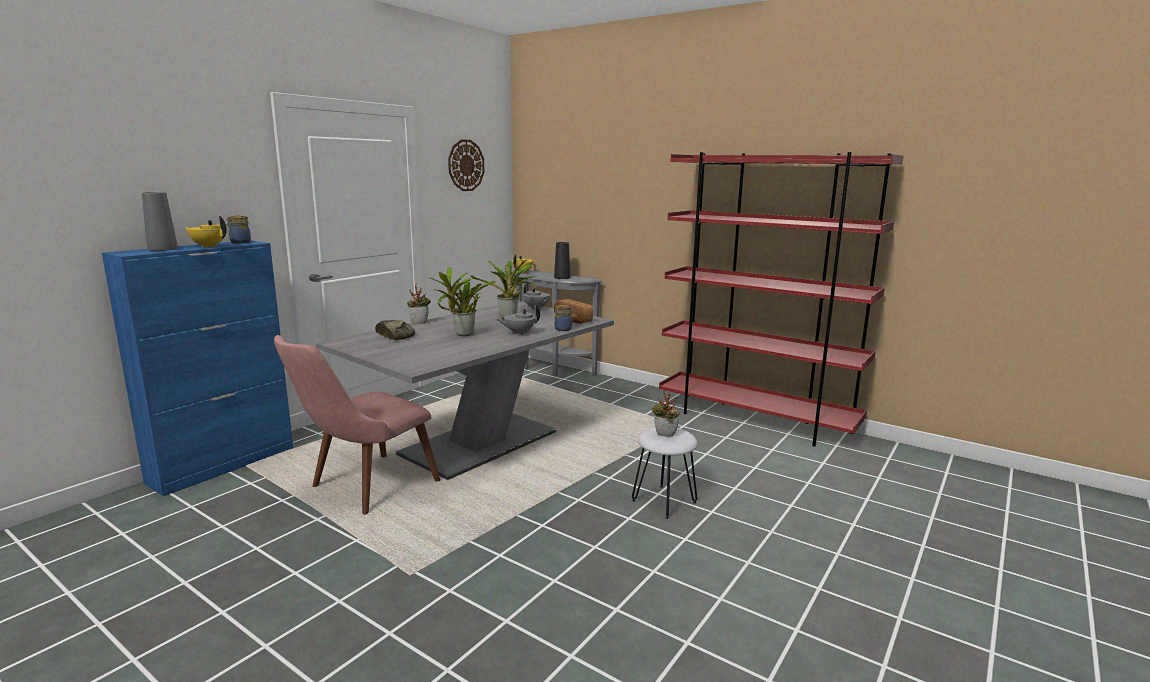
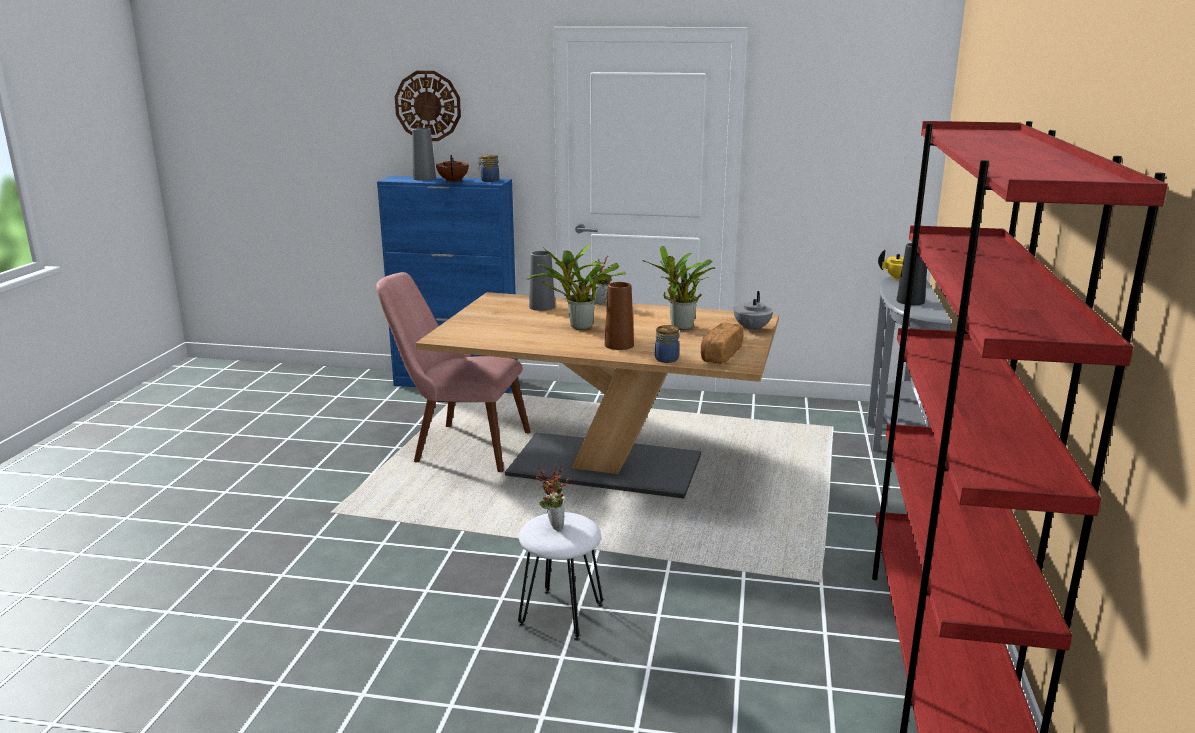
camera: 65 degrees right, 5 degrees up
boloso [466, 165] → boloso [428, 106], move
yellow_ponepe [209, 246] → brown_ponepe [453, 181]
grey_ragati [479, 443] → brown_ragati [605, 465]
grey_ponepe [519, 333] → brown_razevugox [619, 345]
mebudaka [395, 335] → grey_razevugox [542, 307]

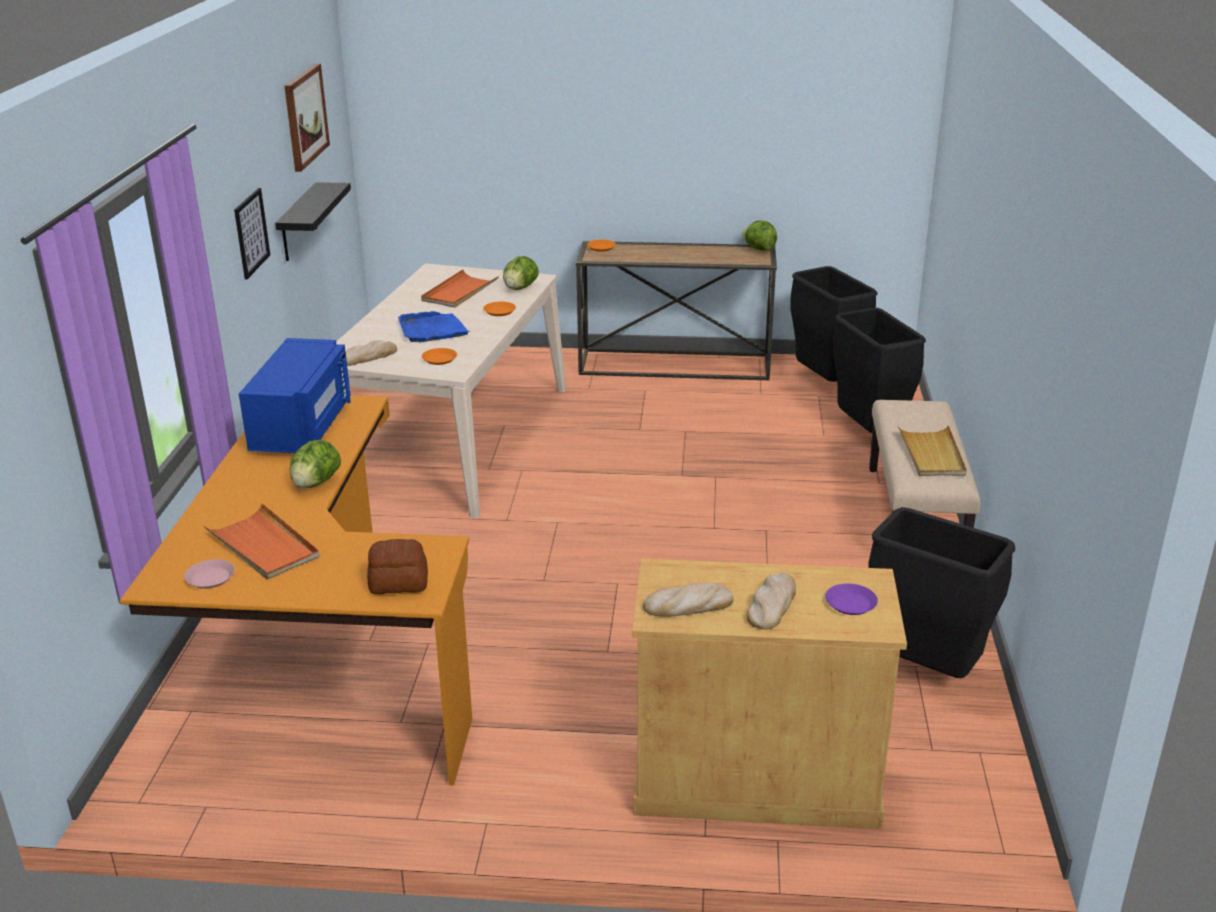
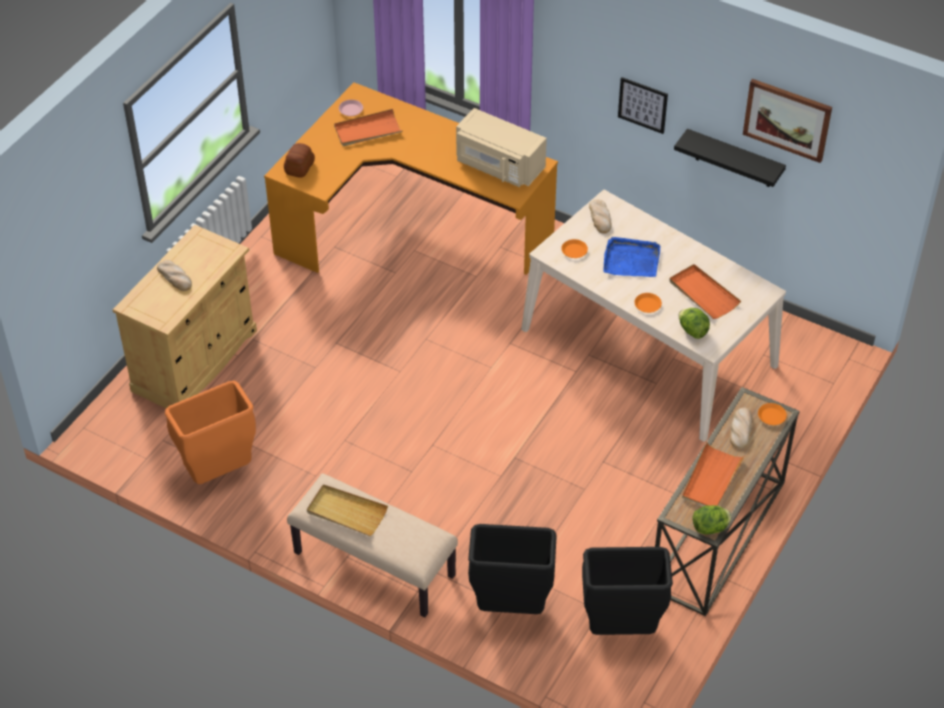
camera: 115 degrees right, 20 degrees up
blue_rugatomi [303, 426] → beige_rugatomi [498, 166]
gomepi [316, 483] → -
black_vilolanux [924, 672] → orange_vilolanux [219, 472]
mebudaka [688, 605] → mebudaka [740, 429], move
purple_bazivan [850, 604] → -
- → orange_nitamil [711, 479]

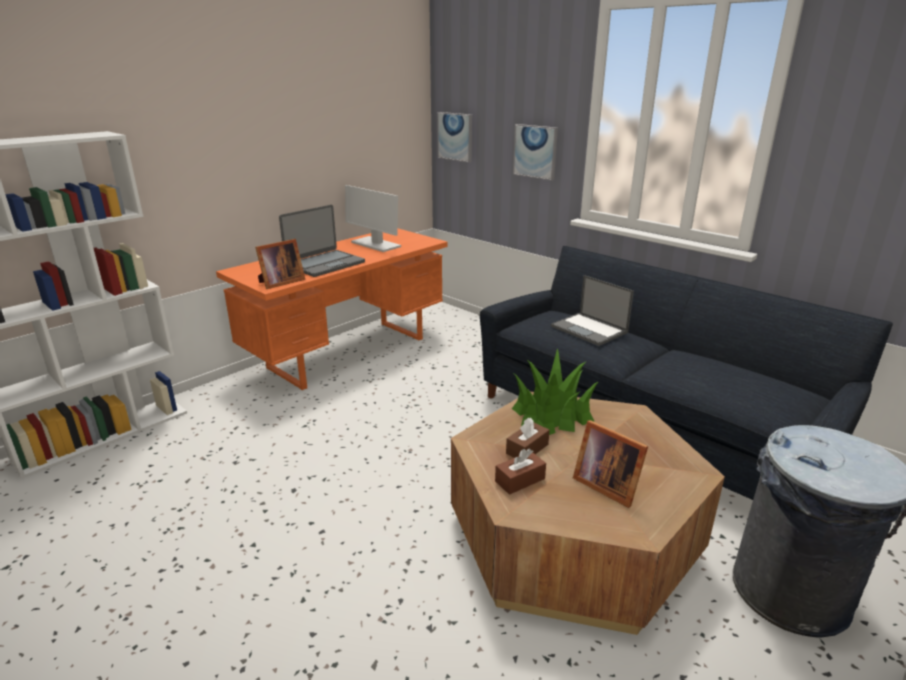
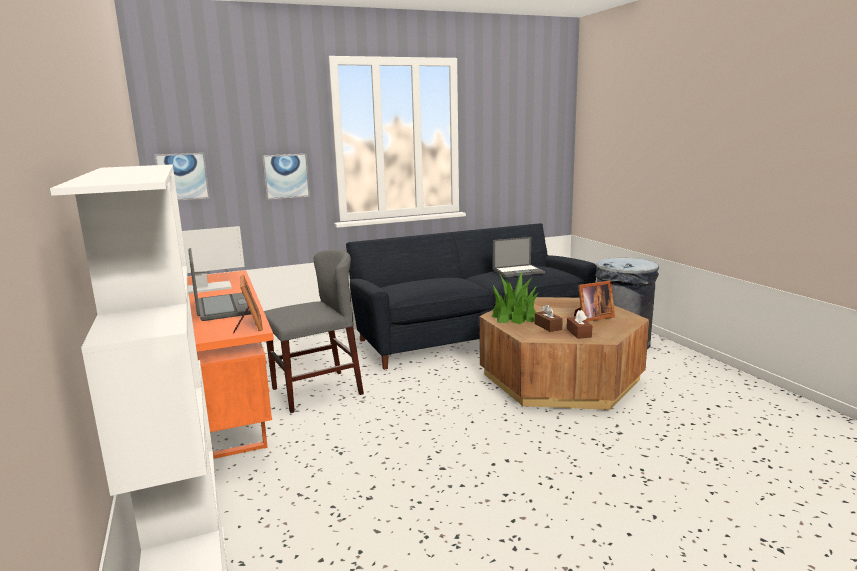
camera: 65 degrees left, 10 degrees down
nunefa [590, 329] → nunefa [519, 271], move
- → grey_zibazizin [317, 391]

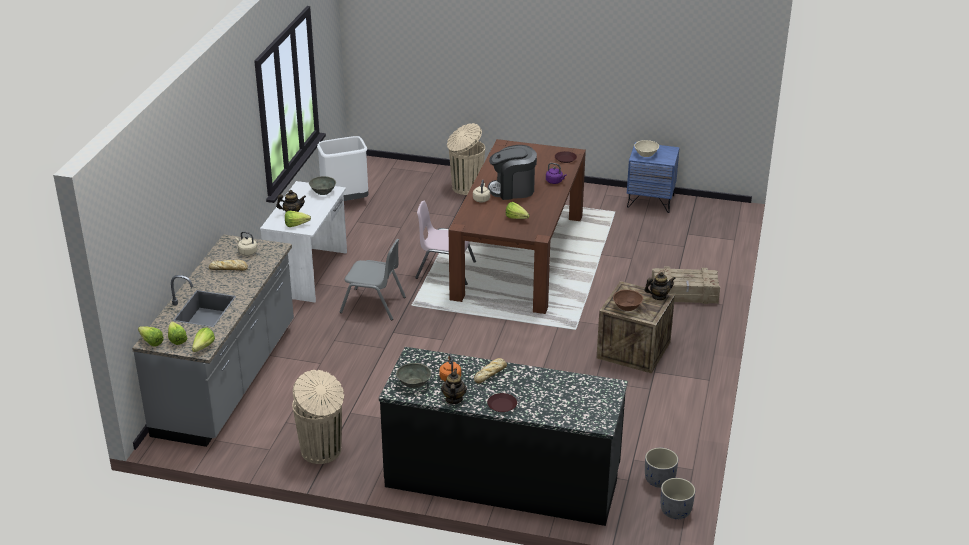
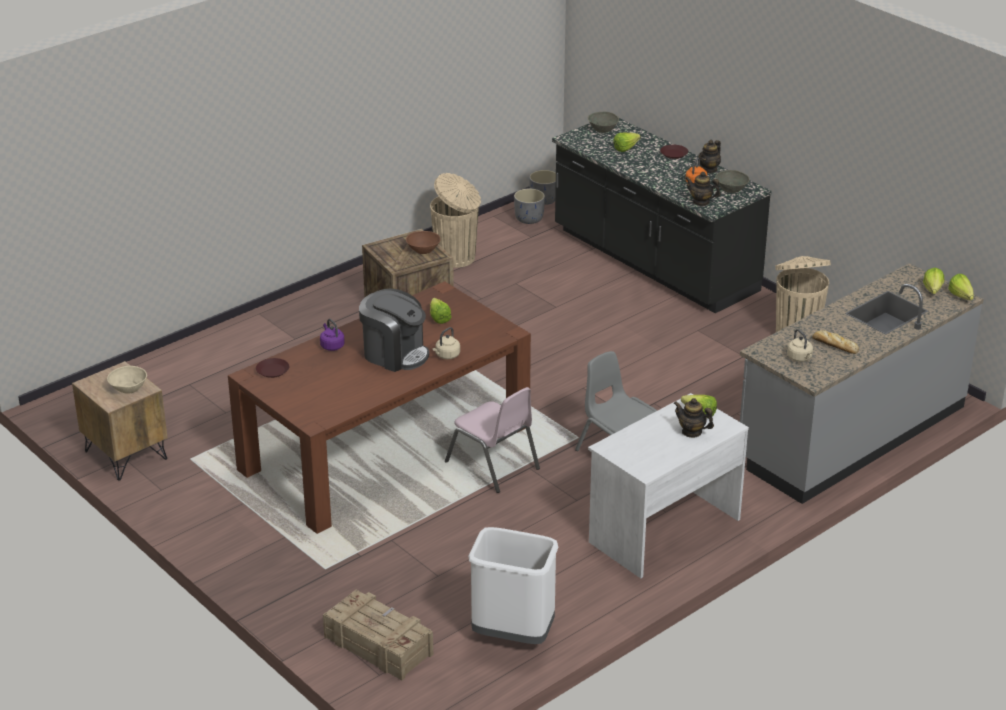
camera: 145 degrees left, 0 degrees up
beige_vilolanux [466, 187] → beige_vilolanux [456, 258], move
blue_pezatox [650, 201] → brown_pezatox [125, 455]
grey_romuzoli [322, 192] → grey_romuzoli [603, 129], move
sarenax [684, 294] → sarenax [378, 645], move
ponepe [659, 296] → ponepe [701, 202], move
gomepi [201, 349] → gomepi [628, 148], move
mebudaka [491, 373] → -

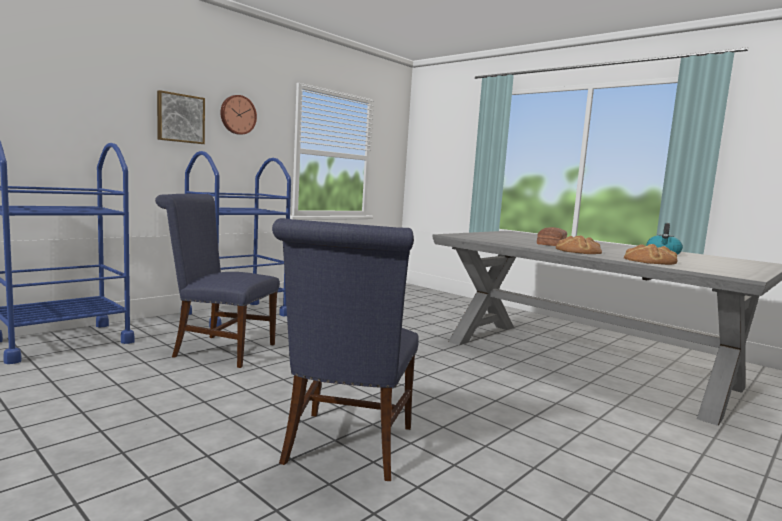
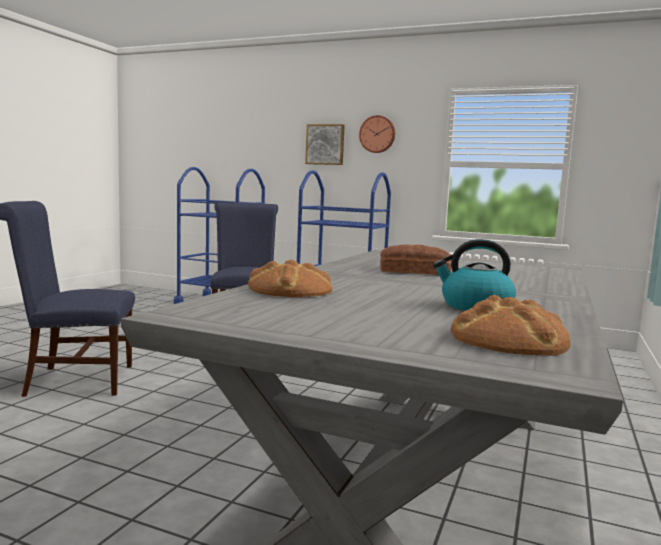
camera: 70 degrees right, 0 degrees up
mebudaka [578, 251] → mebudaka [508, 339], move

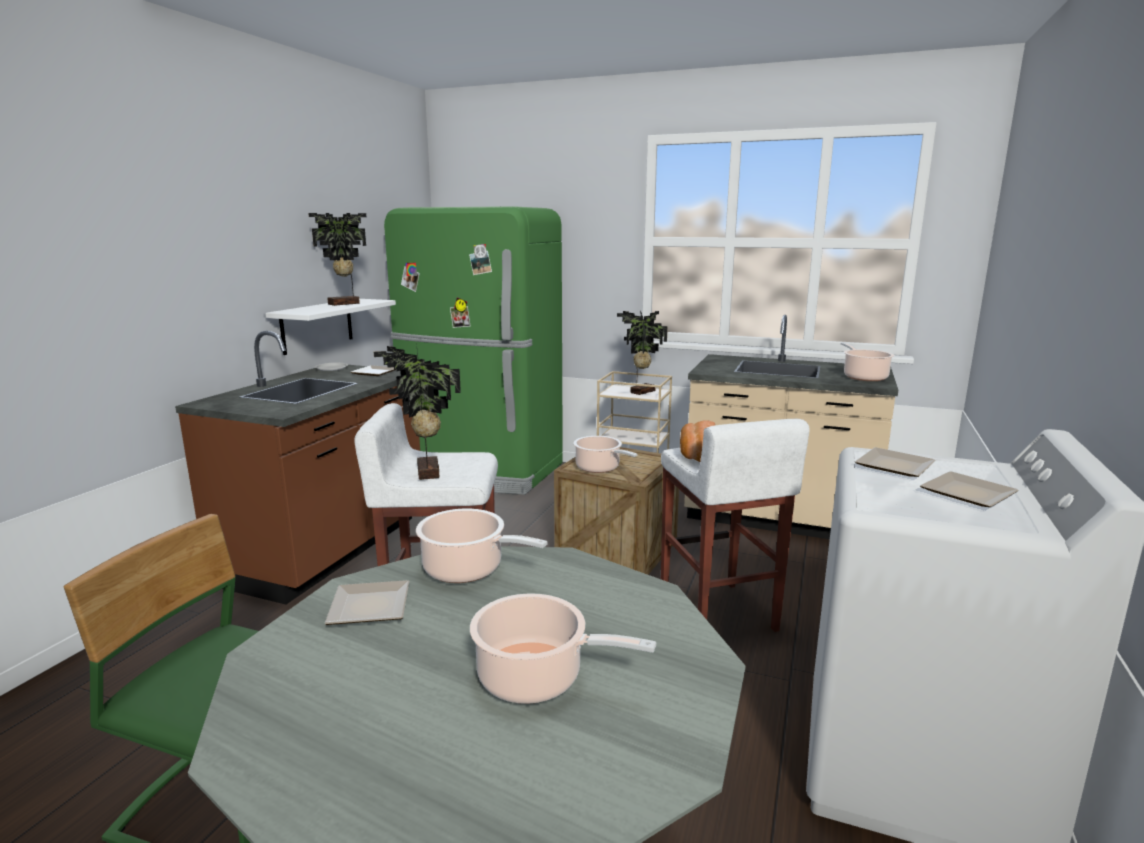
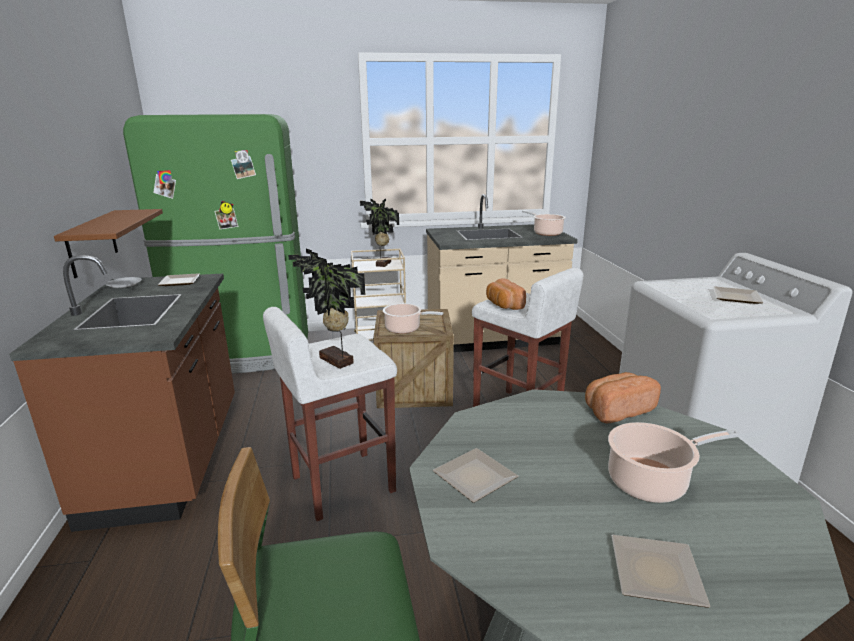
camera: 30 degrees left, 5 degrees up
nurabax [345, 304] → -
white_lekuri [317, 325] → brown_lekuri [92, 243]
bazivan [897, 466] → bazivan [658, 571], move
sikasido [467, 569] → -
- → mebudaka [616, 410]

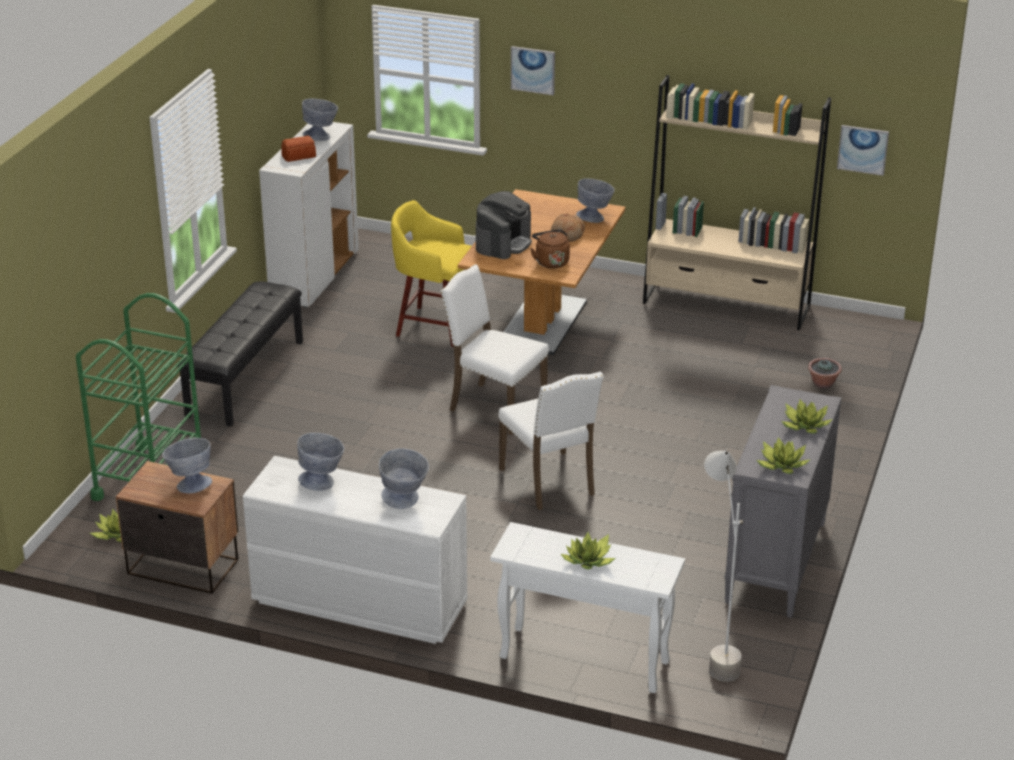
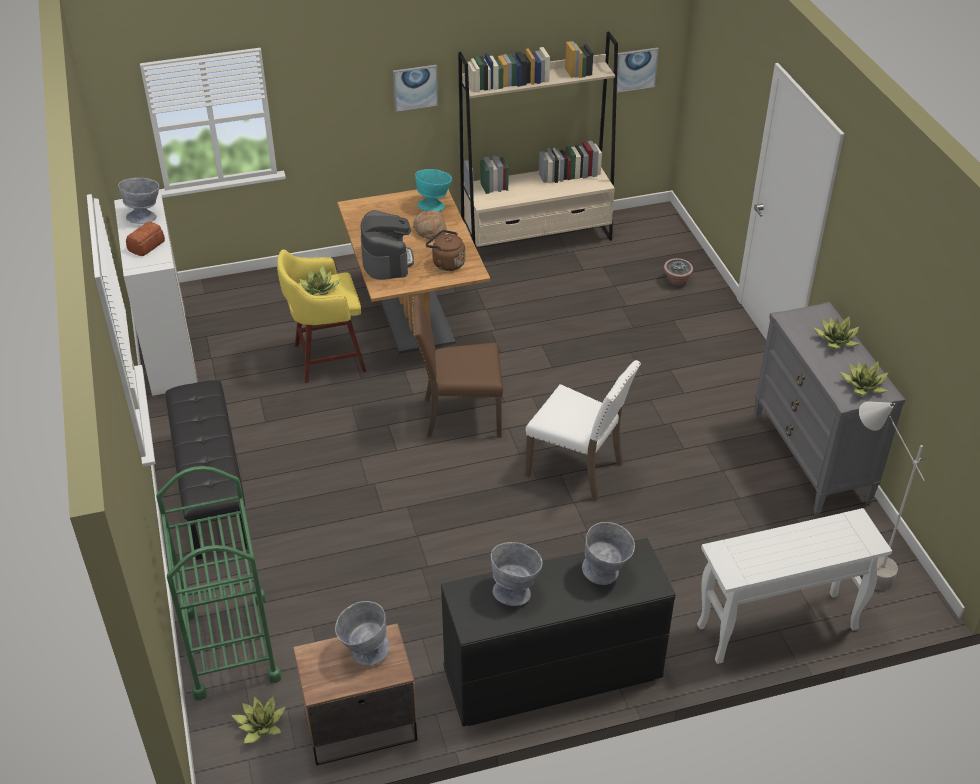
camera: 35 degrees left, 10 degrees up
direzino [533, 70] → direzino [415, 87], move
grey_romuzoli [595, 217] → turquoise_romuzoli [434, 205]
white_zibazizin [494, 406] → brown_zibazizin [459, 416]
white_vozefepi [358, 602] → black_vozefepi [551, 675]
nurabax [589, 561] → nurabax [319, 289], move

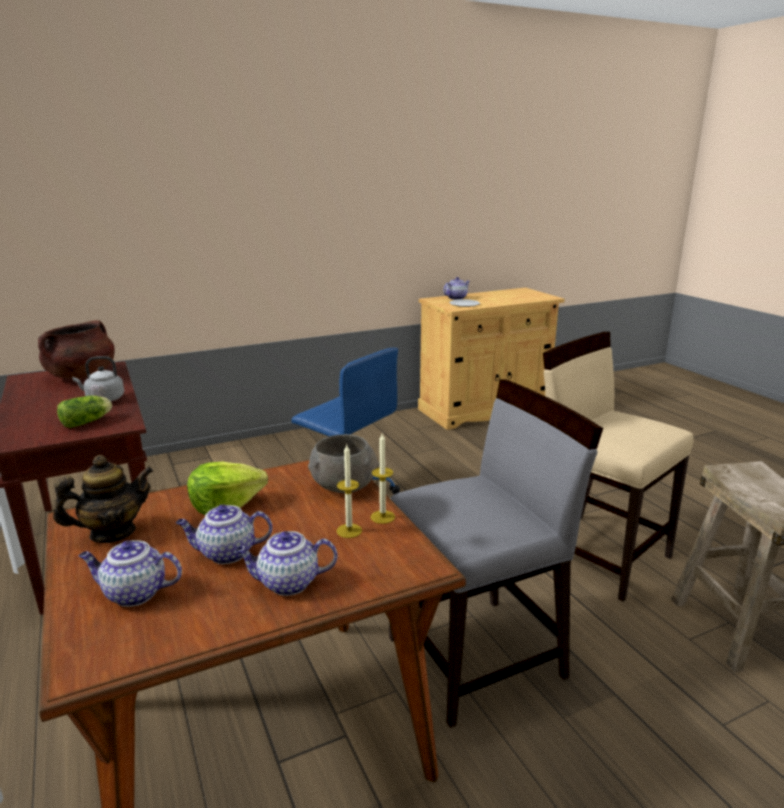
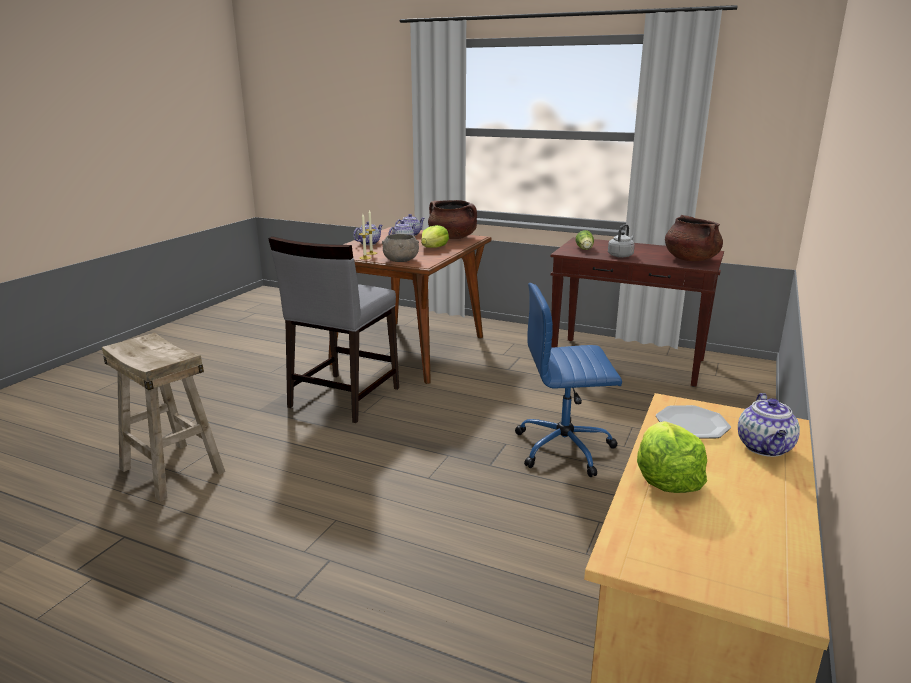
camera: 140 degrees right, 0 degrees up
beige_zibazizin [597, 553] → -
ponepe [112, 533] → brown_sikasido [452, 238]
- → gomepi [666, 478]

